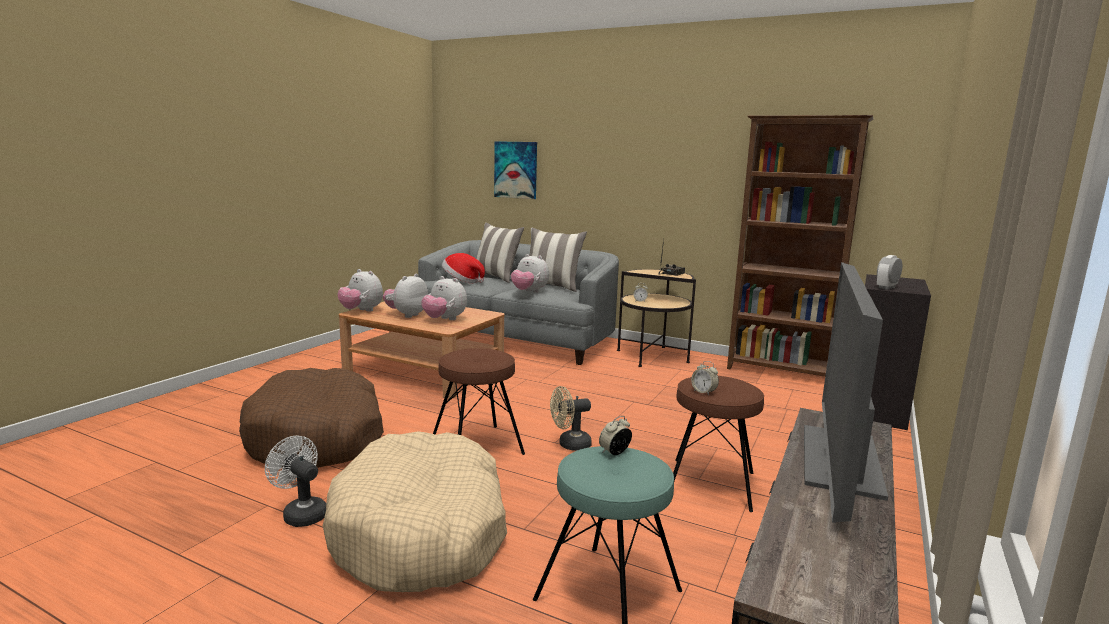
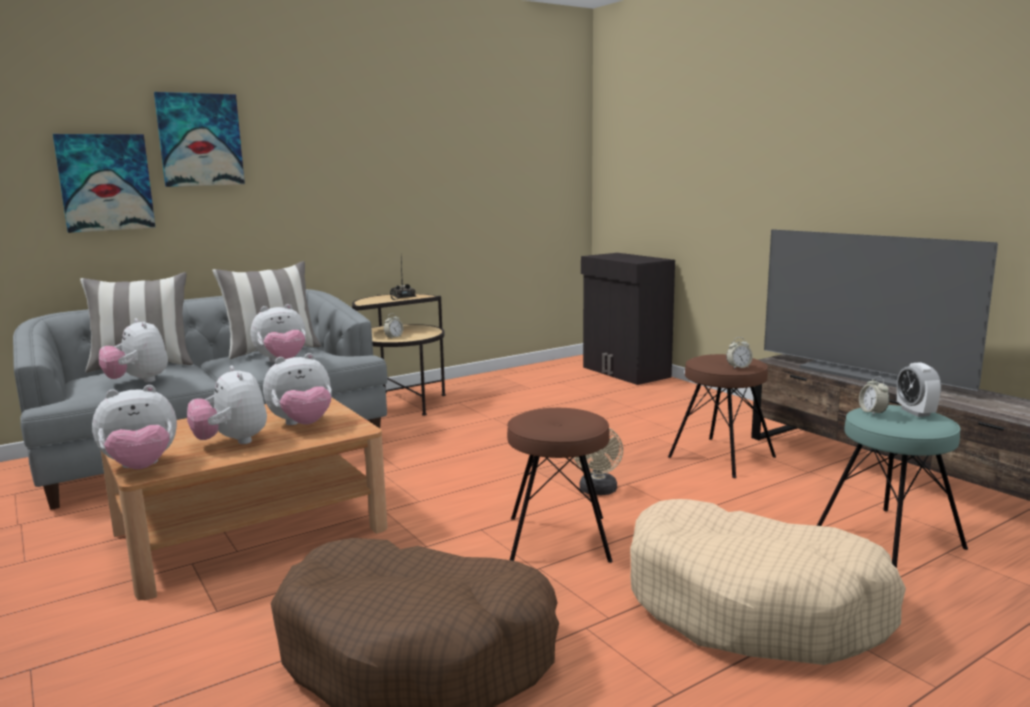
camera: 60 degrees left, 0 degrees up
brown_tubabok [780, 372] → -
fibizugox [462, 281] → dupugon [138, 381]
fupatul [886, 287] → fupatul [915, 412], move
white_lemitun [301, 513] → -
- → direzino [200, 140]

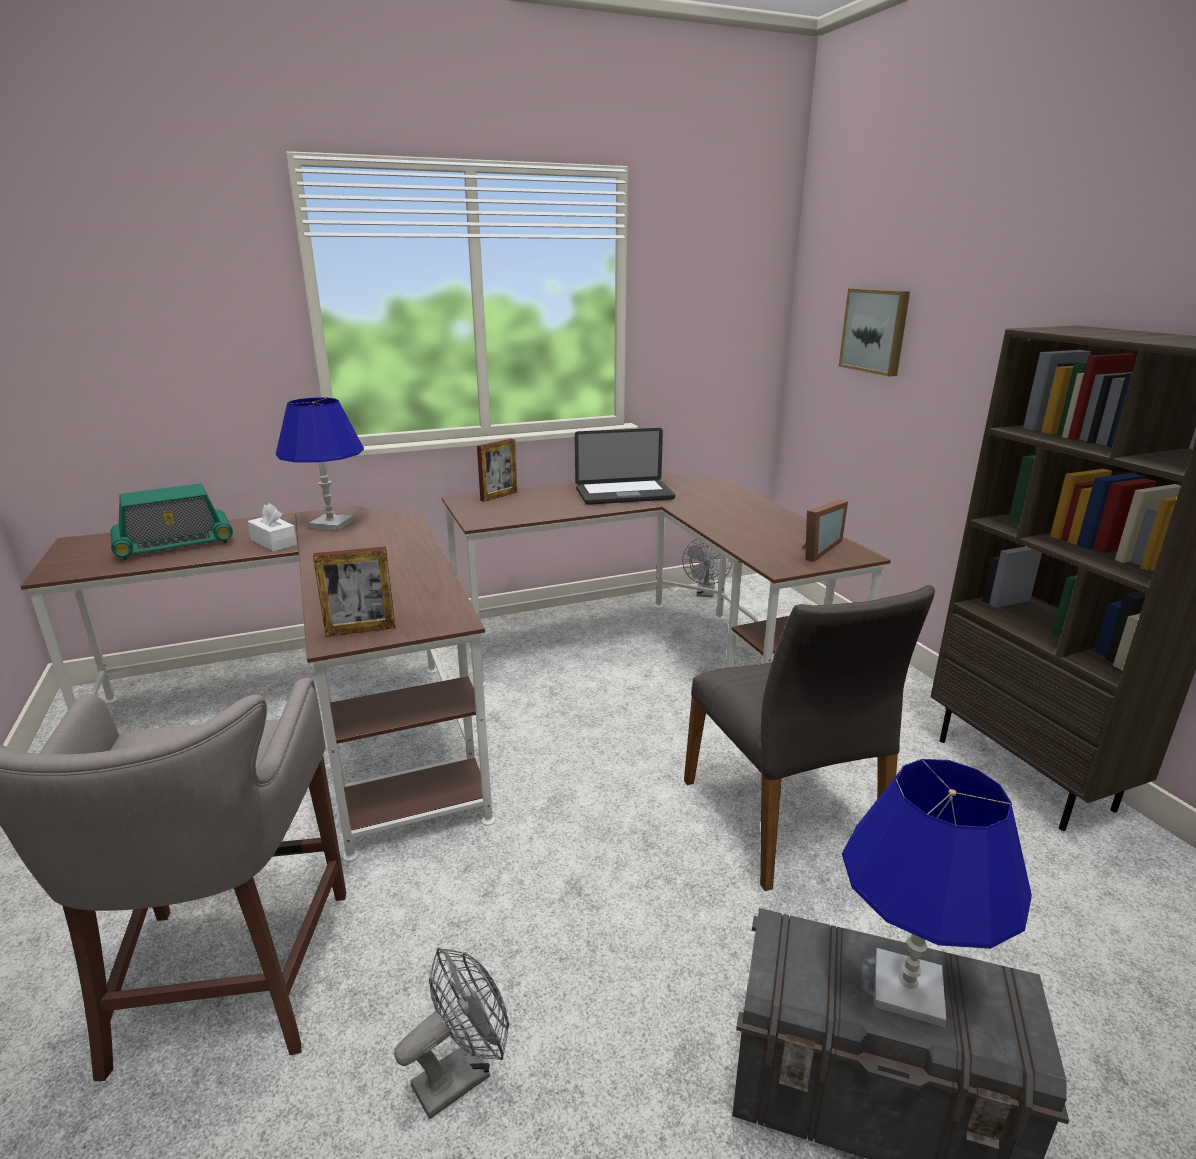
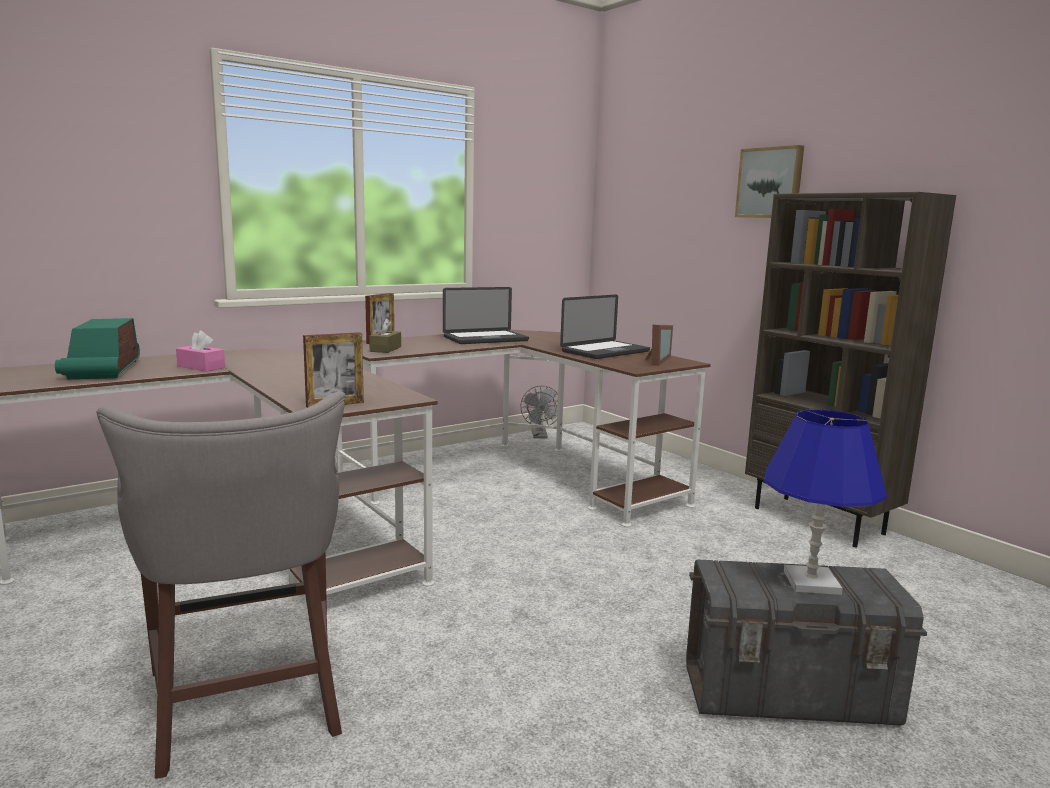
camera: 15 degrees left, 10 degrees down
direzino [876, 331] → direzino [770, 183], move
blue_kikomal [331, 524] → -
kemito [175, 544] → kemito [103, 370], 120 degrees clockwise
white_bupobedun [274, 542] → pink_bupobedun [201, 367]
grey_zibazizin [784, 818] → -
grey_lemitun [461, 1073] → -
- → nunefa [605, 351]
- → brown_bupobedun [385, 349]

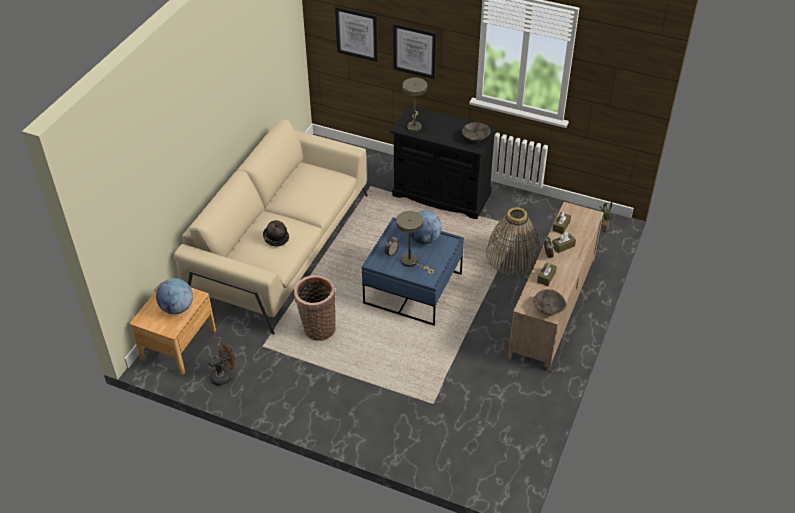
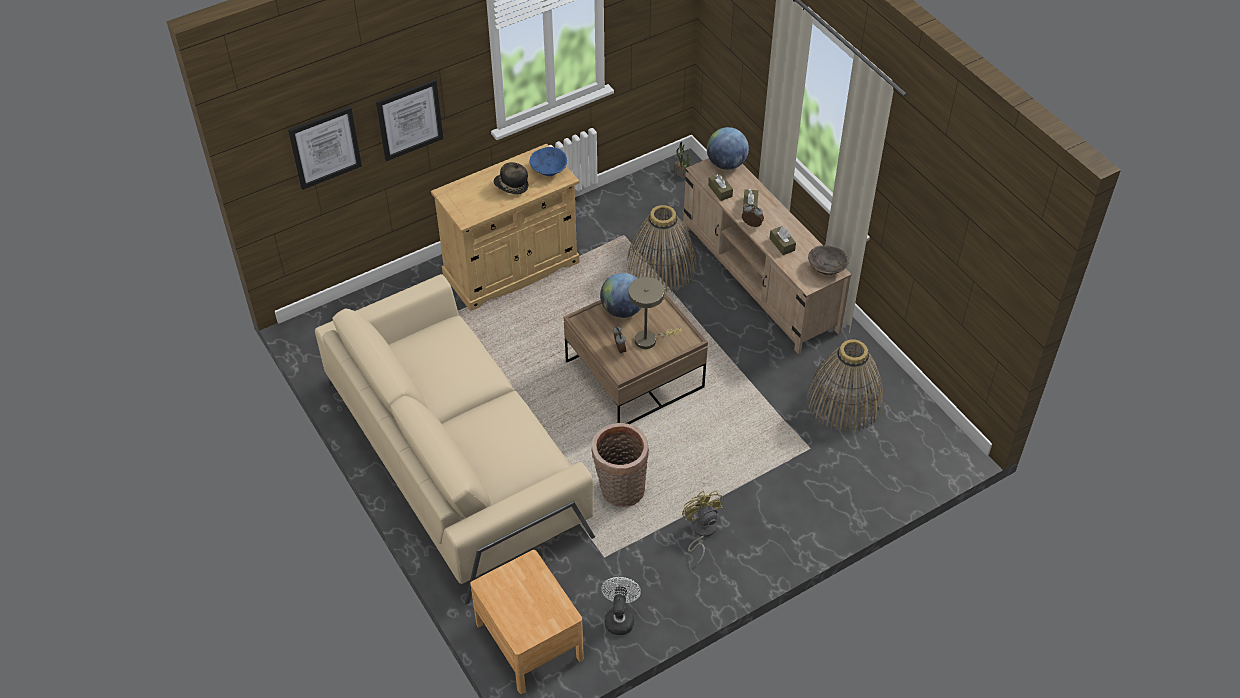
camera: 55 degrees left, 5 degrees up
beige_kikomal [414, 126] → -
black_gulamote [441, 195] → beige_gulamote [511, 268]
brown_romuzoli [475, 138] → blue_romuzoli [548, 170]
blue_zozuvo [413, 288] → brown_zozuvo [634, 374]
fibizugox [275, 238] → fibizugox [511, 187], move
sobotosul [177, 308] → sobotosul [726, 164], move
brown_lemitun [224, 376] → white_lemitun [619, 617]
- → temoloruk [844, 401]
- → yellow_lemitun [701, 532]

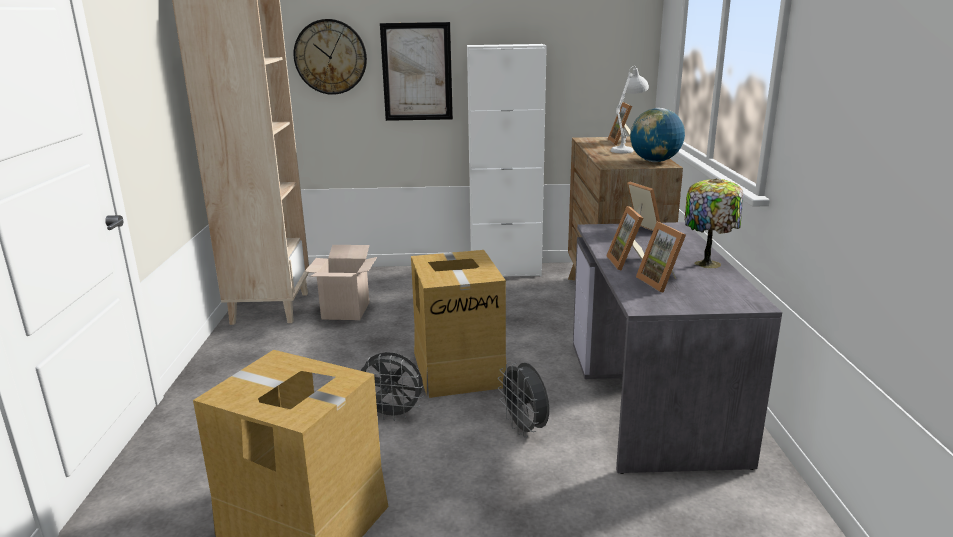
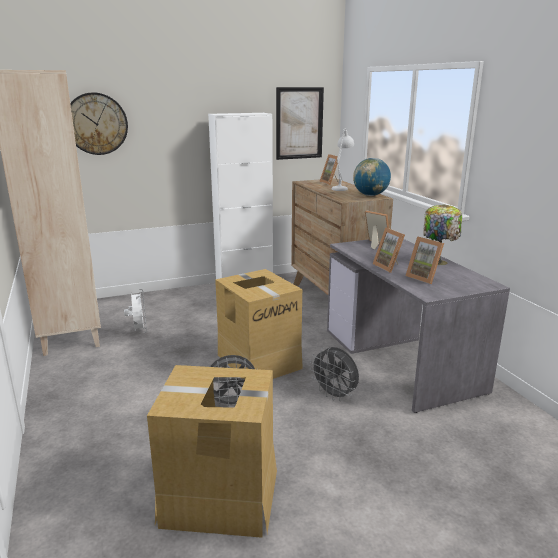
camera: 20 degrees left, 0 degrees up
direzino [417, 72] → direzino [299, 123], move
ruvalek [345, 311] → white_lemitun [139, 330]

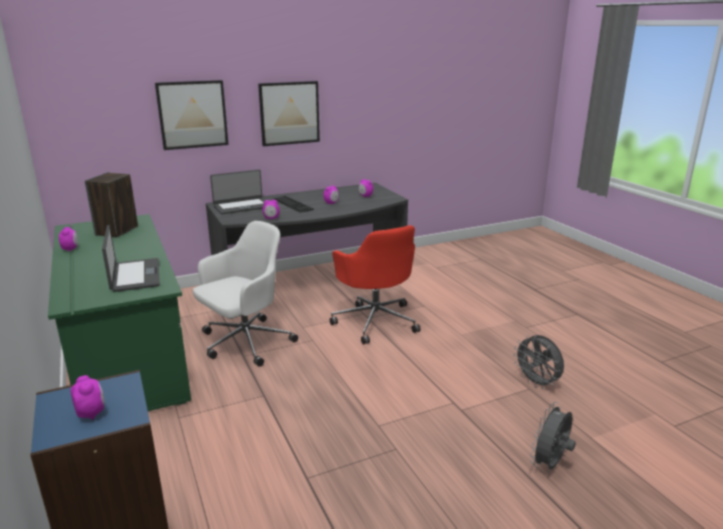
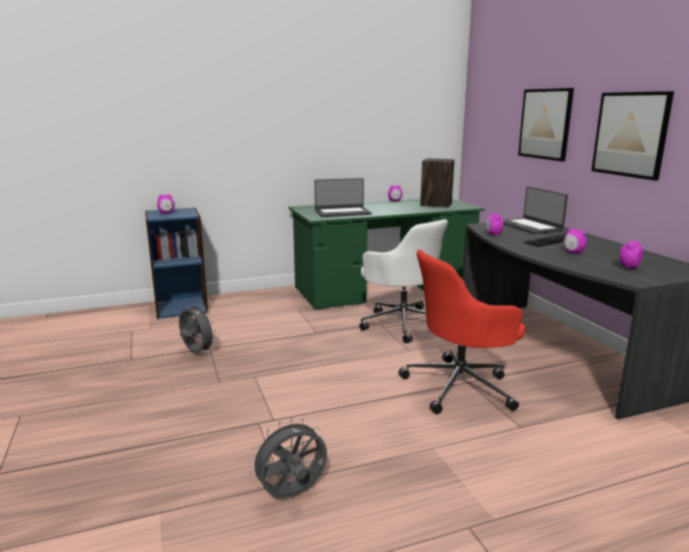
camera: 95 degrees right, 5 degrees down
grey_lemitun [550, 464] → grey_lemitun [197, 353], move

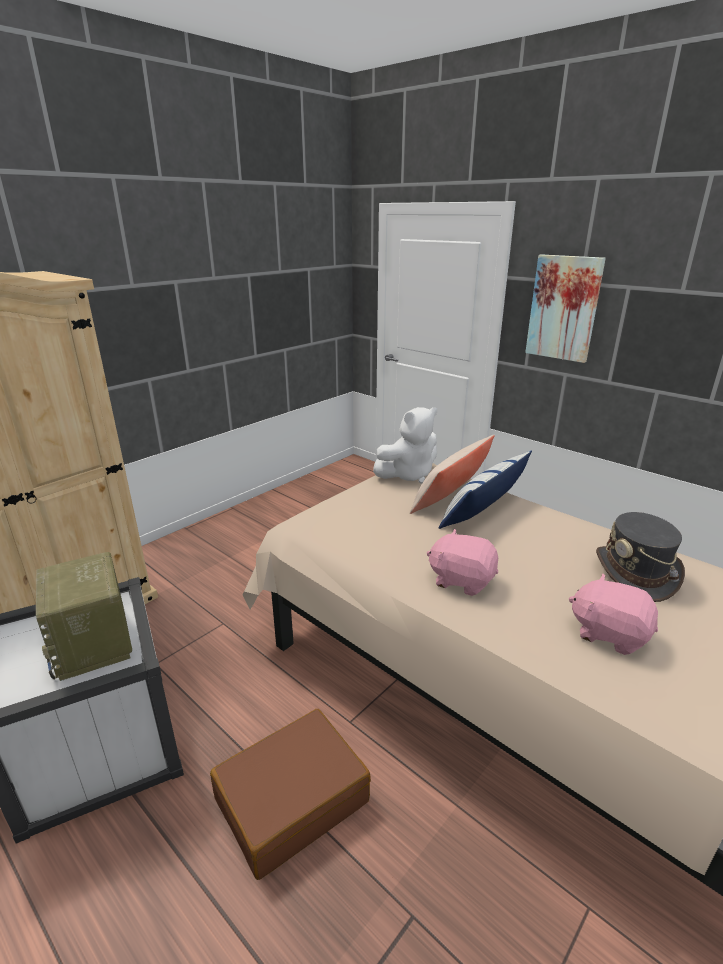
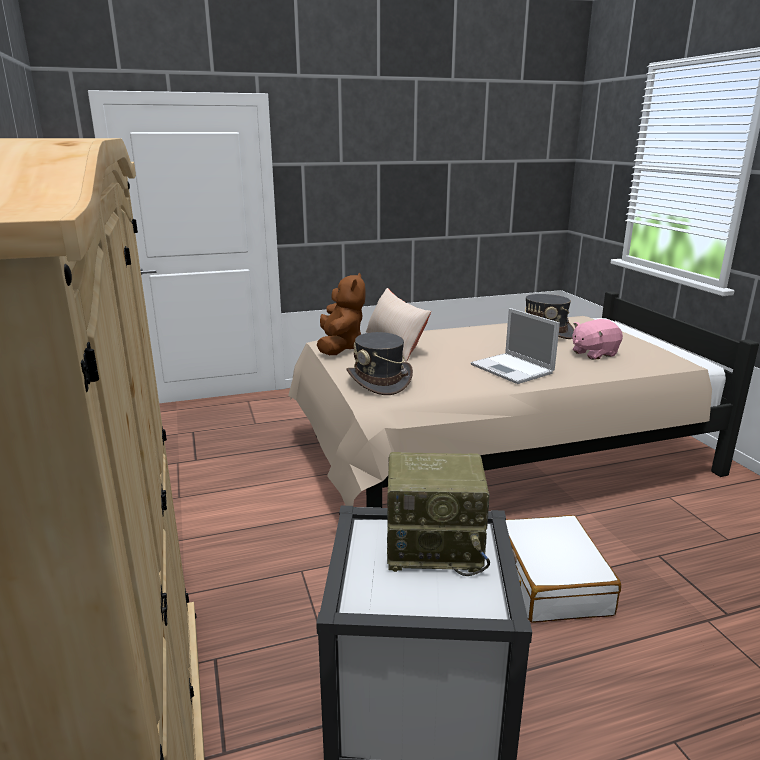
camera: 60 degrees left, 5 degrees down
direzino [563, 308] → -
white_dupugon [408, 475] → brown_dupugon [340, 347]
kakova [483, 510] → -
pink_dupugon [461, 580] → nunefa [513, 369]
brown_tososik [291, 799] → white_tososik [551, 581]
- → grey_fibizugox [379, 381]

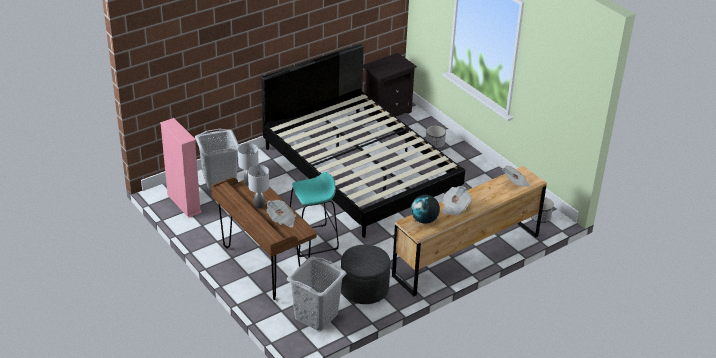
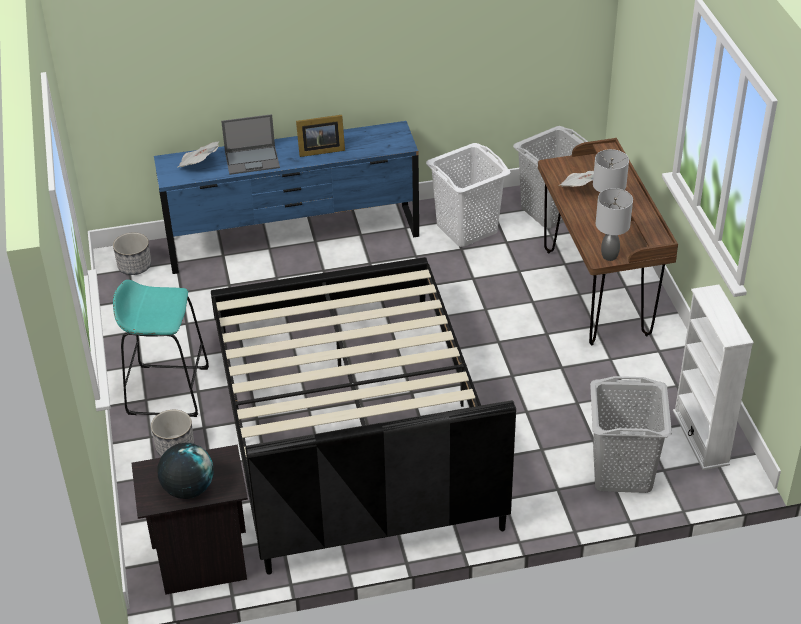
camera: 155 degrees left, 5 degrees up
pink_tubabok [184, 203] → white_tubabok [701, 437]
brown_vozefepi [466, 255] → blue_vozefepi [293, 239]
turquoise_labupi [313, 241] → turquoise_labupi [168, 390], move
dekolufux [454, 207] → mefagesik [319, 150]
sobotosul [424, 220] → sobotosul [188, 489], move
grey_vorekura [364, 289] → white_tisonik [467, 229]
- → nunefa [253, 160]

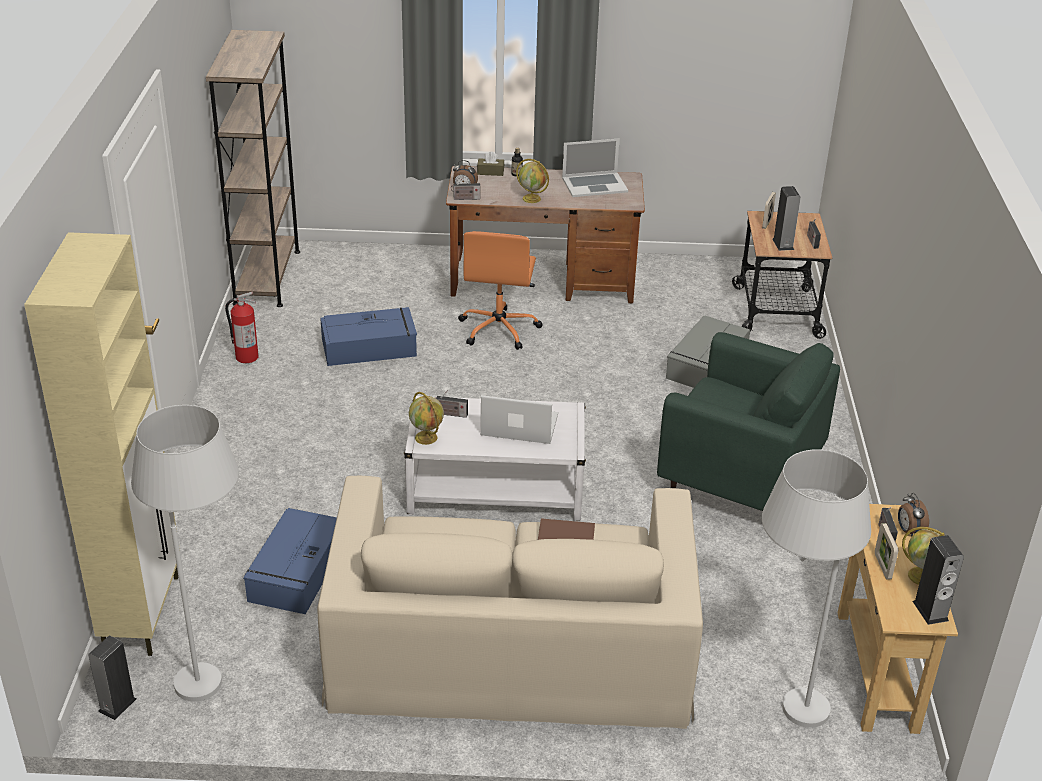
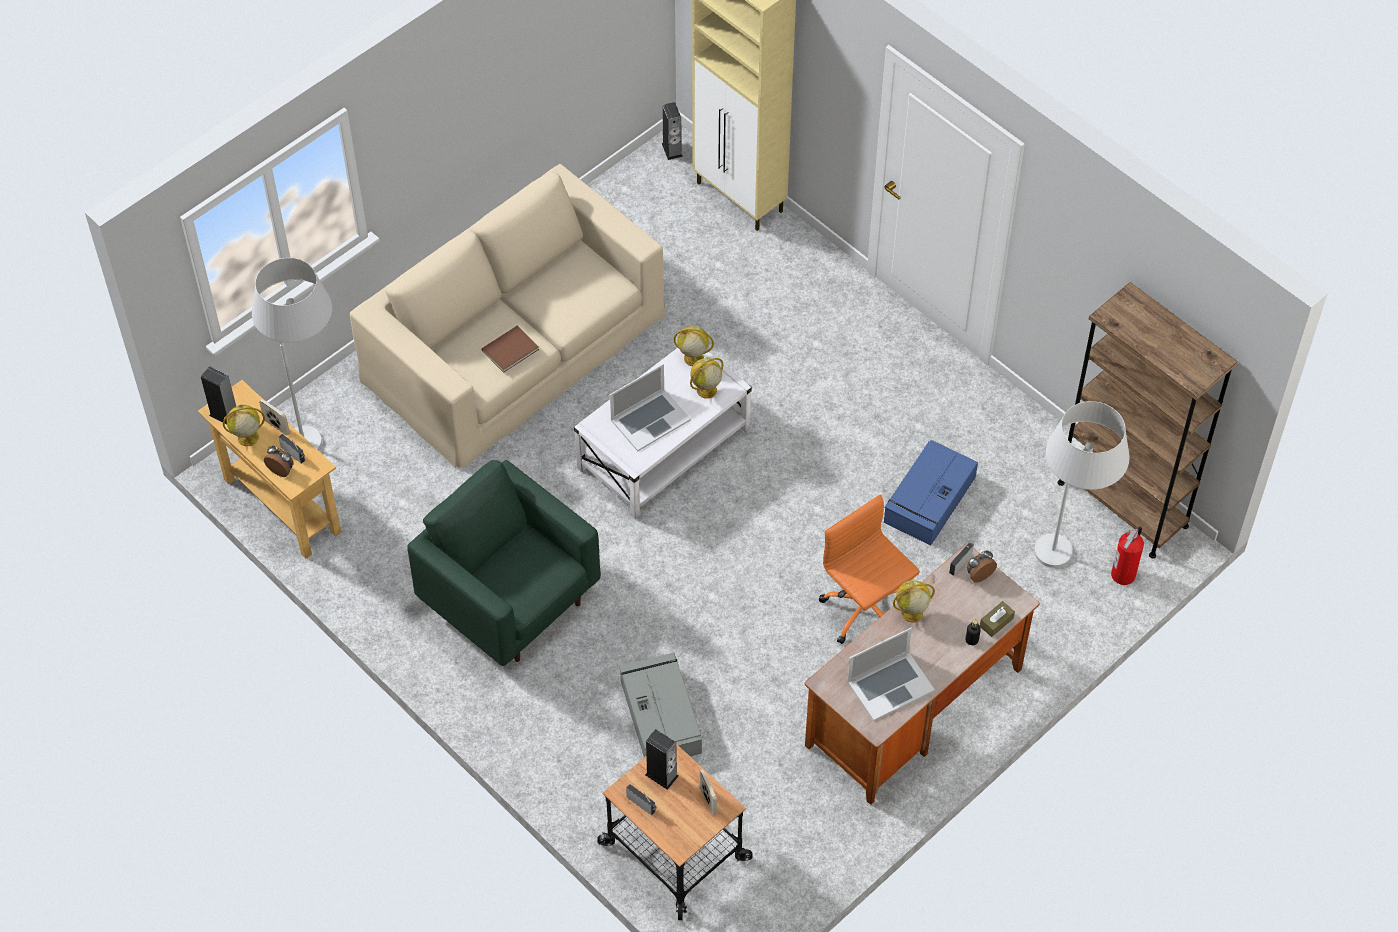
camera: 135 degrees right, 20 degrees up
nunefa [594, 185] → nunefa [890, 685], 150 degrees counterclockwise
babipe [246, 357] → babipe [1124, 575], move
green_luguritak [739, 480] → green_luguritak [510, 601], 60 degrees clockwise
kemito [450, 414] → sobotosul [706, 390]
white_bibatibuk [213, 666] → white_bibatibuk [1062, 568], move
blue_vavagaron [296, 572] → -

